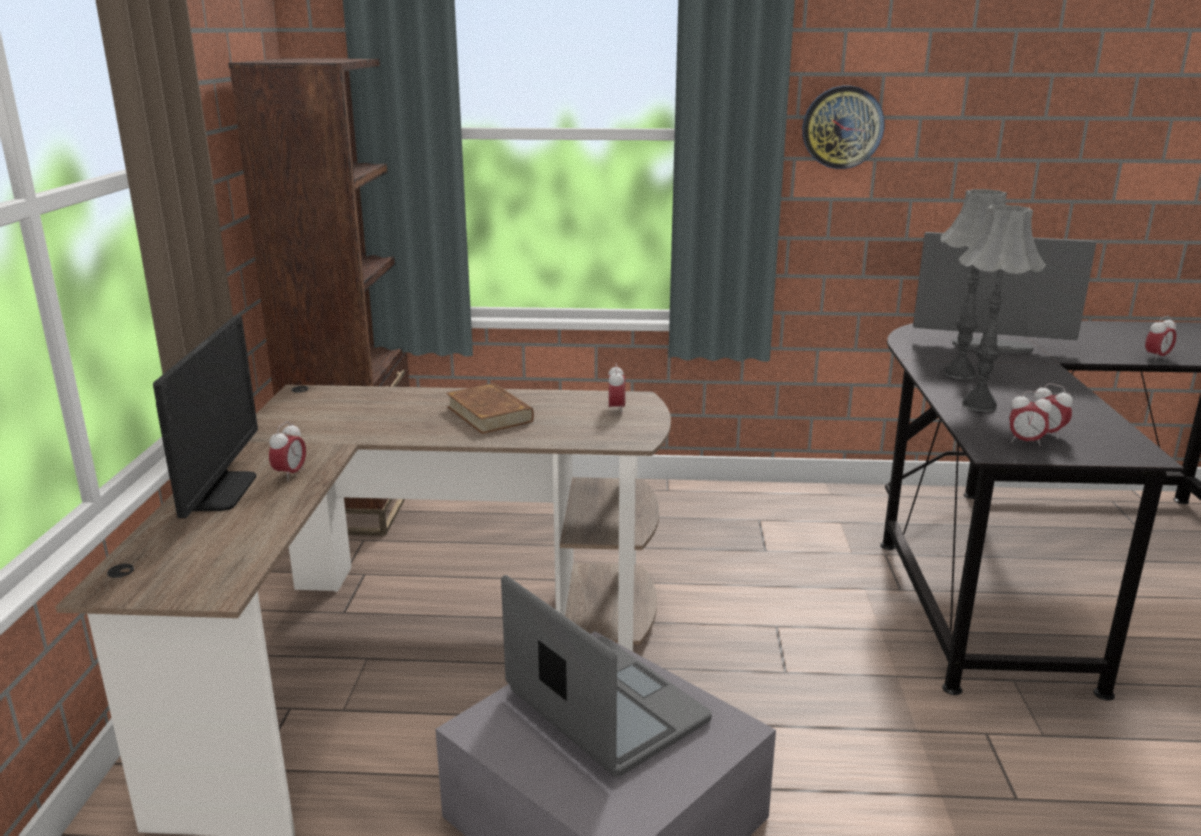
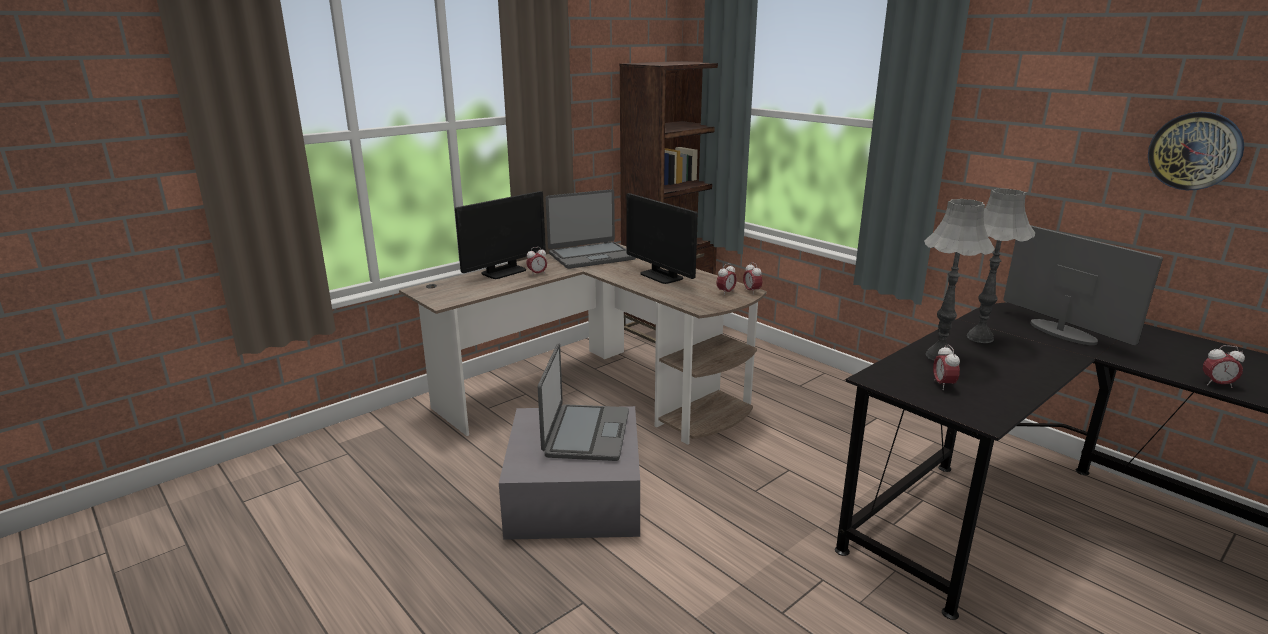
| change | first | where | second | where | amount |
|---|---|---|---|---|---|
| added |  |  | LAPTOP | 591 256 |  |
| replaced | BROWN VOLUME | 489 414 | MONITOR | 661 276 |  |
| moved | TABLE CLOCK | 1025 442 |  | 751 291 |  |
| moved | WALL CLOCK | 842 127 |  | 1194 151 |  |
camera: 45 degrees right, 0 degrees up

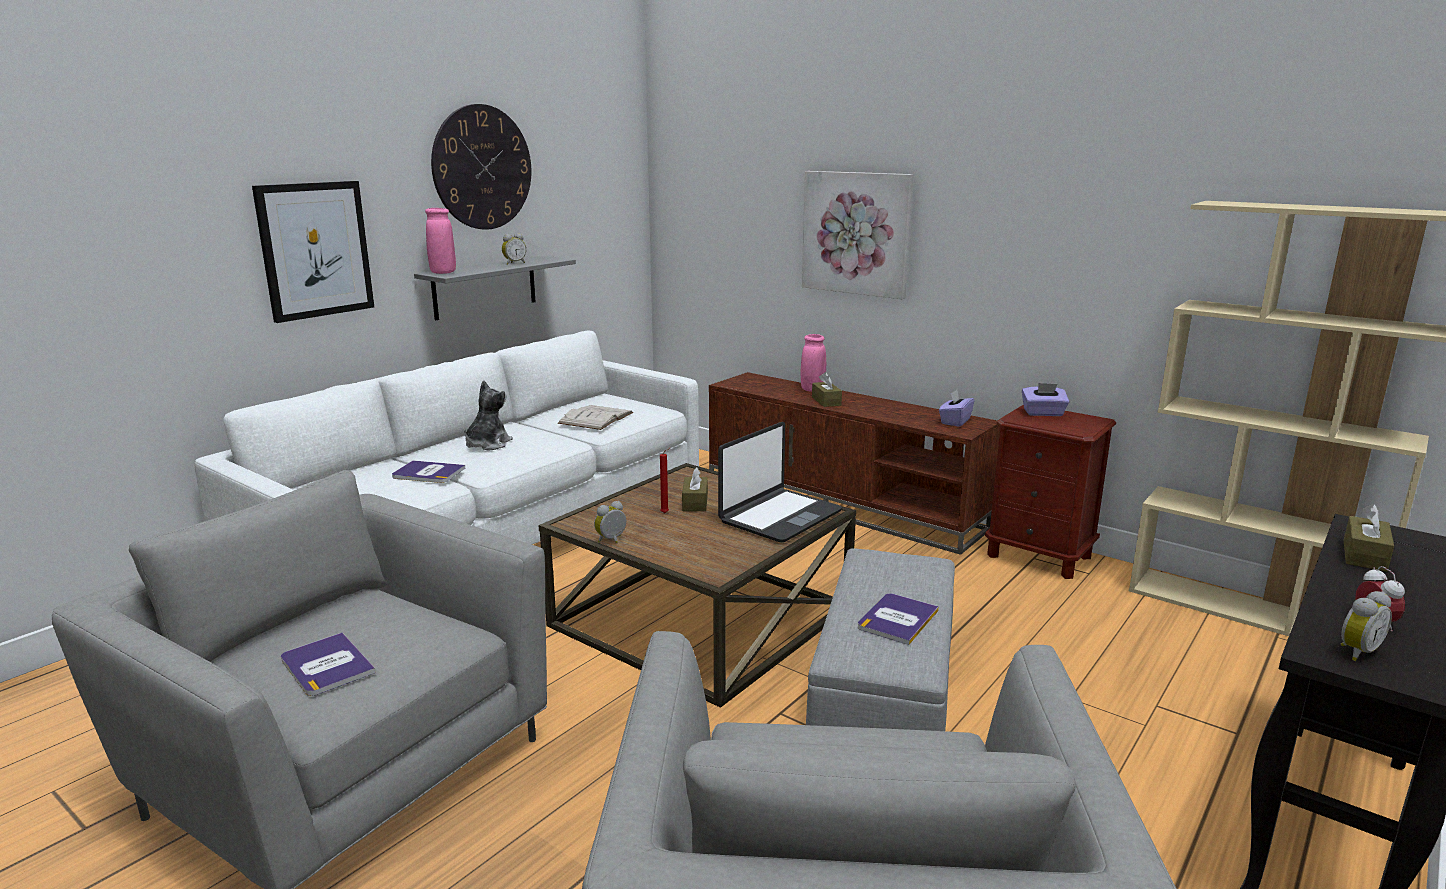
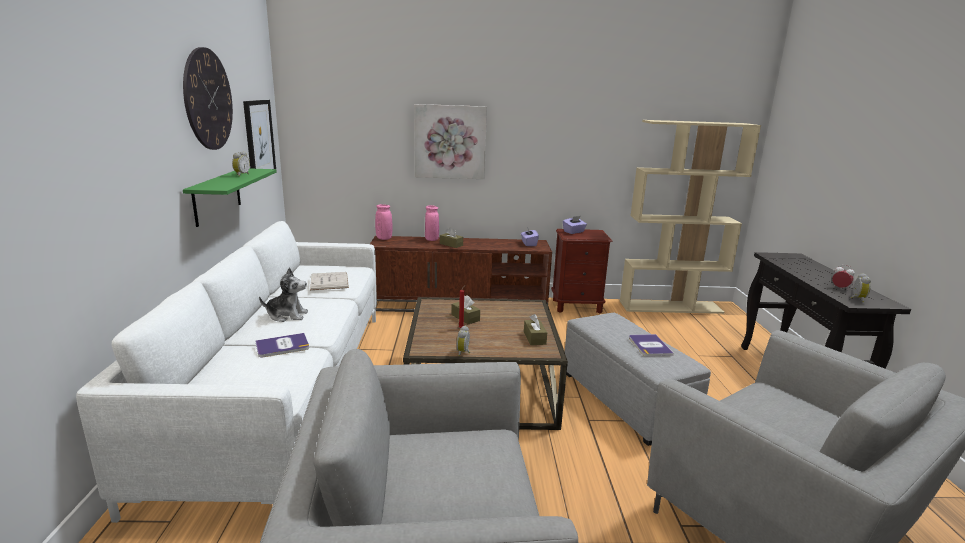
| change | first | where | second | where | amount |
|---|---|---|---|---|---|
| recoloured | GREY SHELF | 485 287 | GREENISH SHELF | 217 196 |  |
| moved | WALL PICTURE | 315 250 |  | 259 138 |  |
| turned | SOFT TOY | 487 444 |  | 287 315 | 105 degrees clockwise |
| moved | PINK-COLOURED VASE | 443 272 |  | 384 238 |  |
| moved | BROWN TISSUE HOLDER | 1364 555 |  | 534 338 |  |
| removed | VOLUME | 327 665 |  |  |  |
| removed | LAPTOP | 779 516 |  |  |  |
camera: 40 degrees left, 0 degrees up

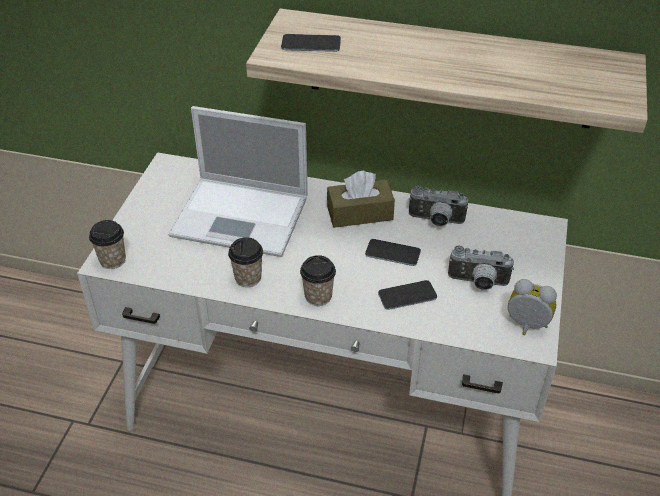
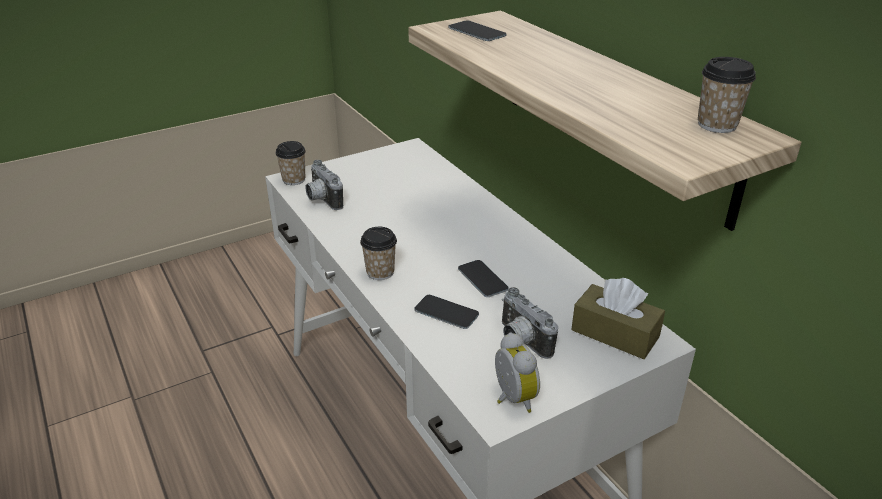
| change | first | where | second | where | amount |
|---|---|---|---|---|---|
| moved | STILL CAMERA | 435 221 |  | 321 200 |  |
| moved | BROWN TISSUE HOLDER | 360 213 |  | 615 333 |  |
| moved | SMALL CUP | 248 278 |  | 717 125 |  |
| removed | LAPTOP | 243 216 |  |  |  |
camera: 45 degrees right, 10 degrees down

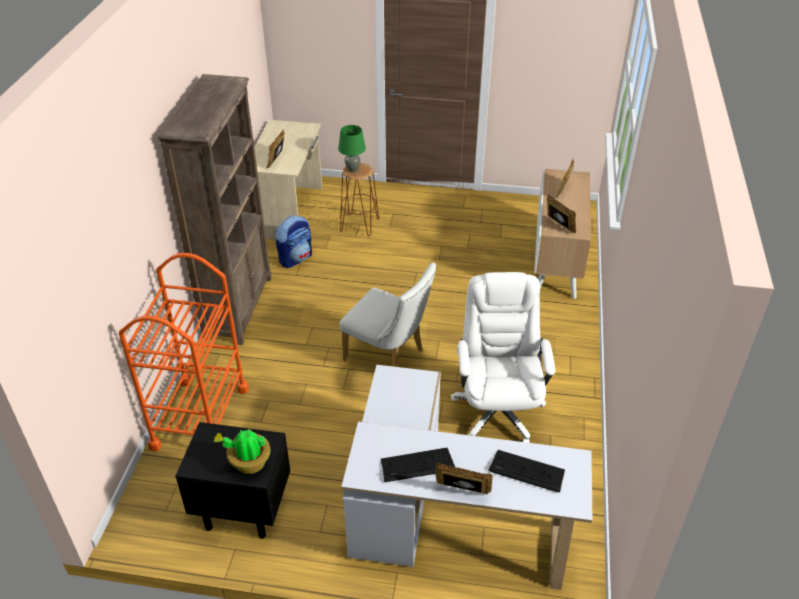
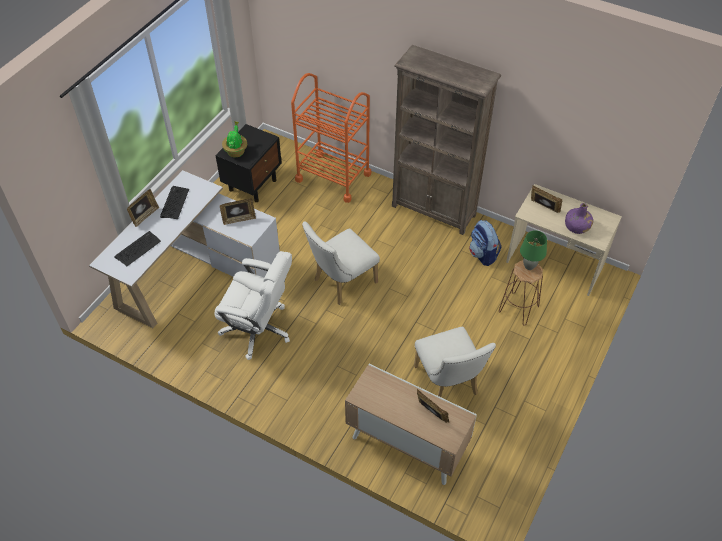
| change | first | where | second | where | amount |
|---|---|---|---|---|---|
| moved | PHOTO FRAME | 558 226 |  | 239 219 |  |
| added |  |  | WHITE-COLOURED UPRIGHT CHAIR | 448 384 |  |
| added |  |  | PURPLISH DRINK BOTTLE | 577 227 |  |
camera: 110 degrees right, 10 degrees up

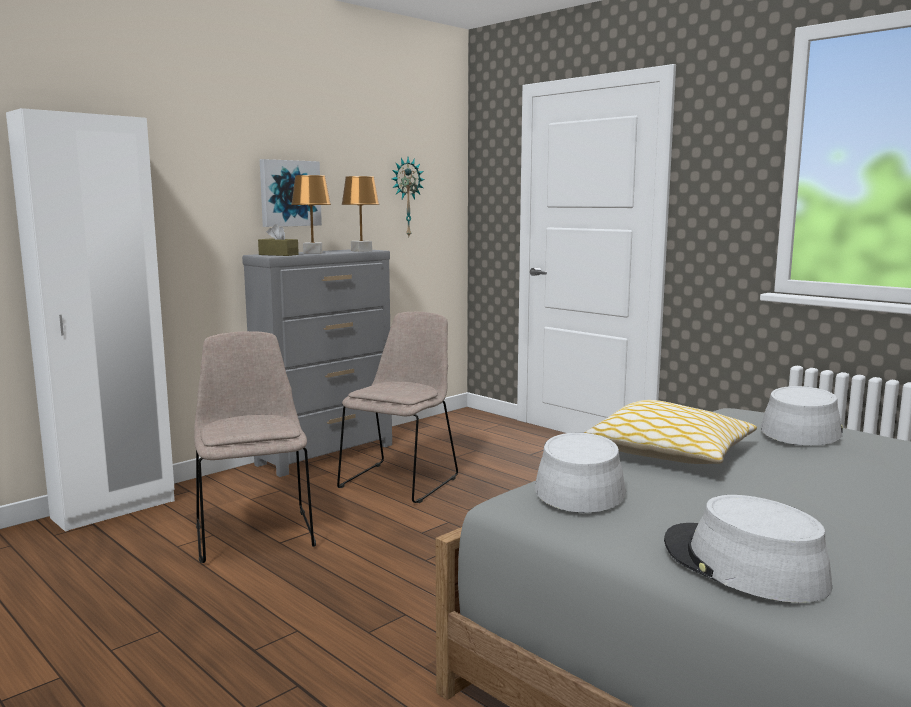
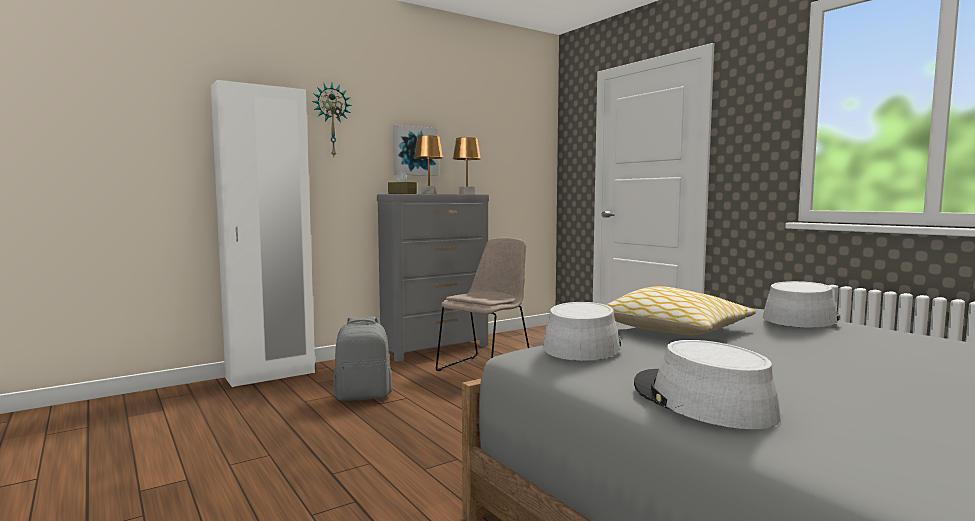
| change | first | where | second | where | amount |
|---|---|---|---|---|---|
| moved | WALL CLOCK | 406 197 |  | 331 120 |  |
| replaced | SAND-COLOURED UPRIGHT CHAIR | 254 532 | GREY BACKPACK | 363 396 |  |
camera: 10 degrees right, 5 degrees down

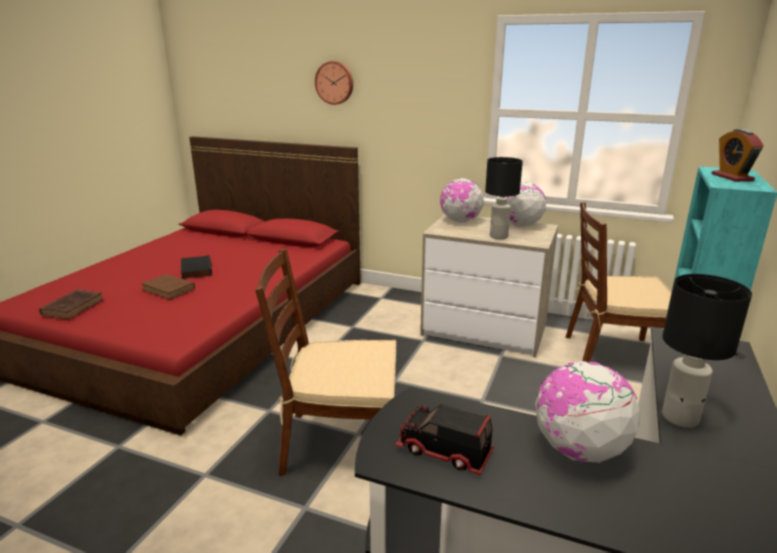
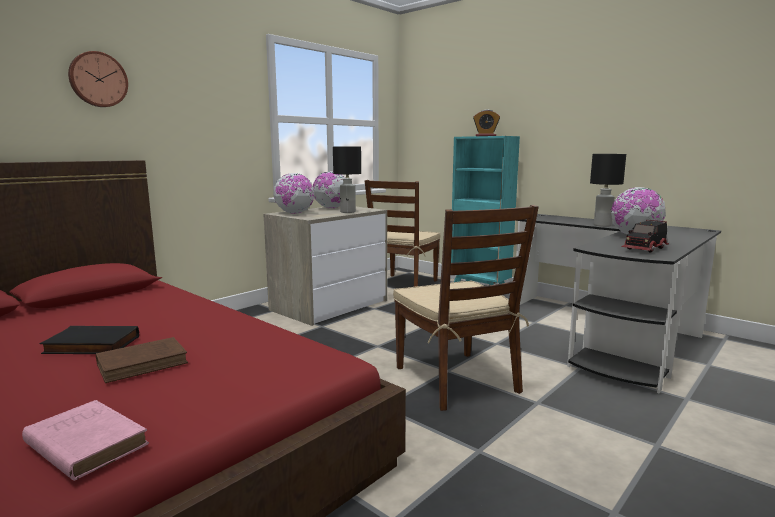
| change | first | where | second | where | amount |
|---|---|---|---|---|---|
| recoloured | BROWN VOLUME | 74 306 | PINK-COLOURED VOLUME | 85 443 |  |
| turned | BROWN UPRIGHT CHAIR | 338 443 |  | 457 380 | 45 degrees counterclockwise |
camera: 70 degrees left, 10 degrees down

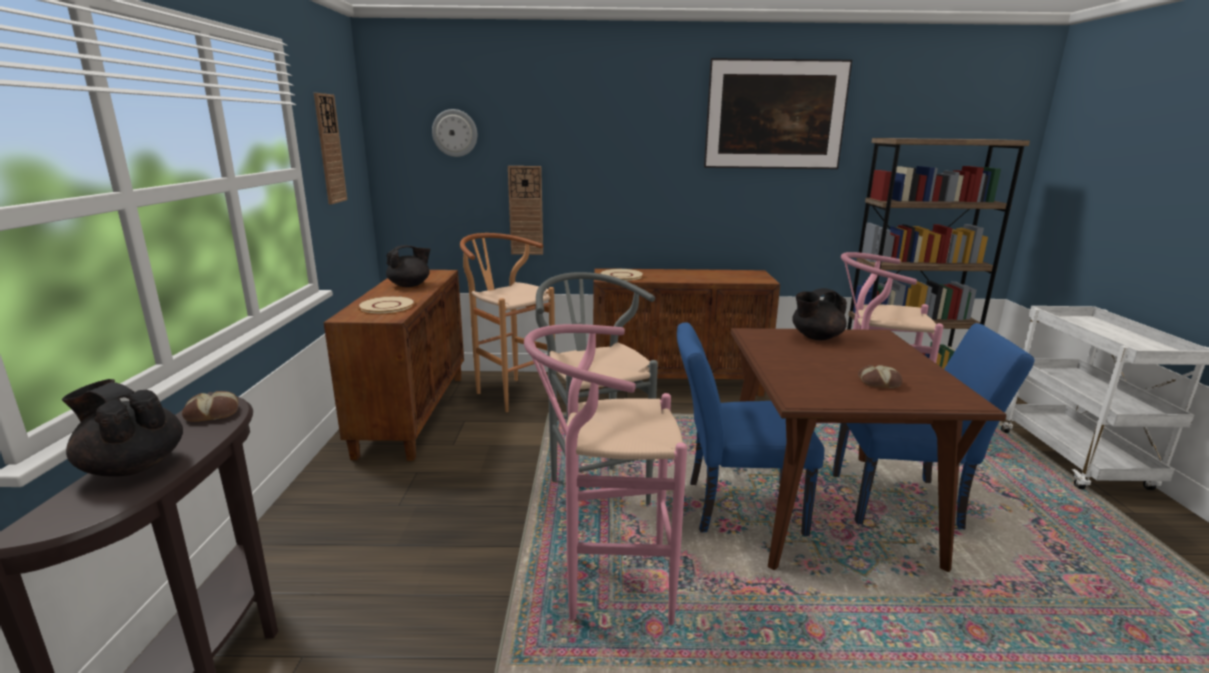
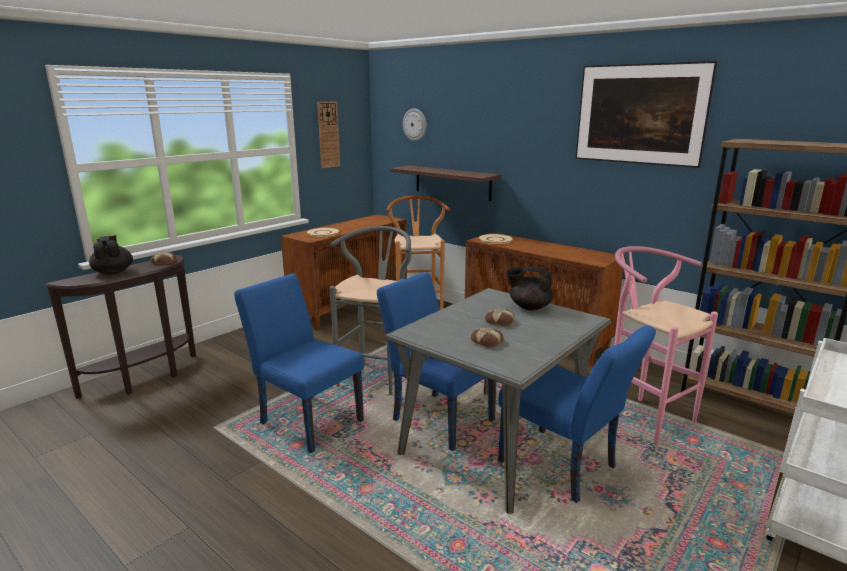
| change | first | where | second | where | amount |
|---|---|---|---|---|---|
| replaced | PINK-COLOURED STOOL SEAT | 606 587 | BLUE-COLOURED UPRIGHT CHAIR | 306 419 |  |
| recoloured | BROWN DINNER TABLE | 823 506 | GREY DINNER TABLE | 496 442 |  |
| replaced | WALL CLOCK | 526 211 | SHELF | 452 182 |  |
| added |  |  | BAKED BREAD | 500 321 |  |
| removed | BLACK-COLOURED POT FOR TEA | 410 285 |  |  |  |
camera: 40 degrees right, 0 degrees up

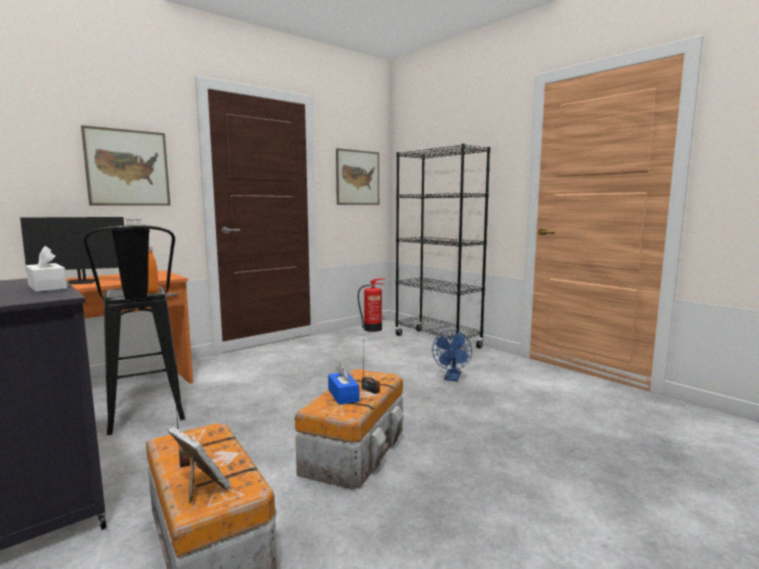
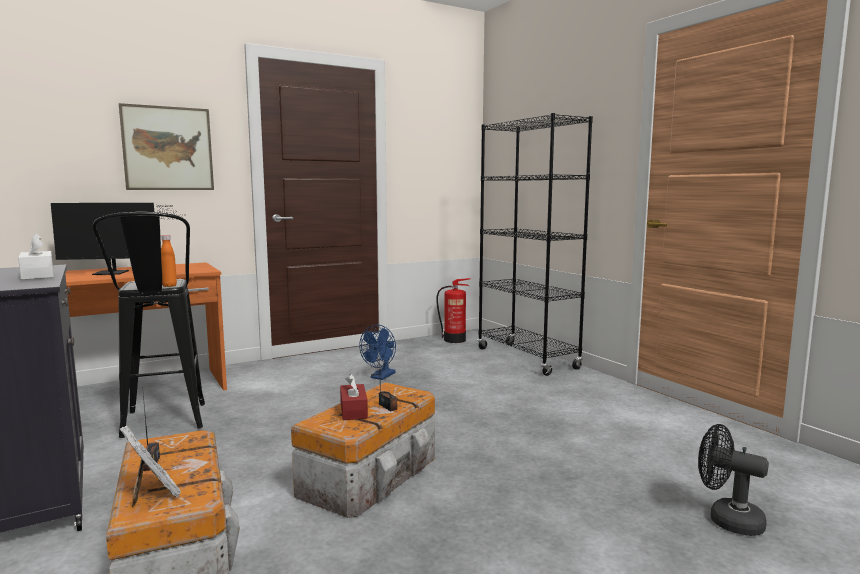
| change | first | where | second | where | amount |
|---|---|---|---|---|---|
| recoloured | BLUE-COLOURED TISSUE HOLDER | 343 395 | REDDISH TISSUE HOLDER | 353 410 |  |
| moved | BLUE-COLOURED FAN | 452 378 |  | 381 377 |  |
| added |  |  | BLACK-COLOURED FAN | 727 519 |  |
| removed | WALL PICTURE | 358 177 |  |  |  |
camera: 10 degrees right, 0 degrees up

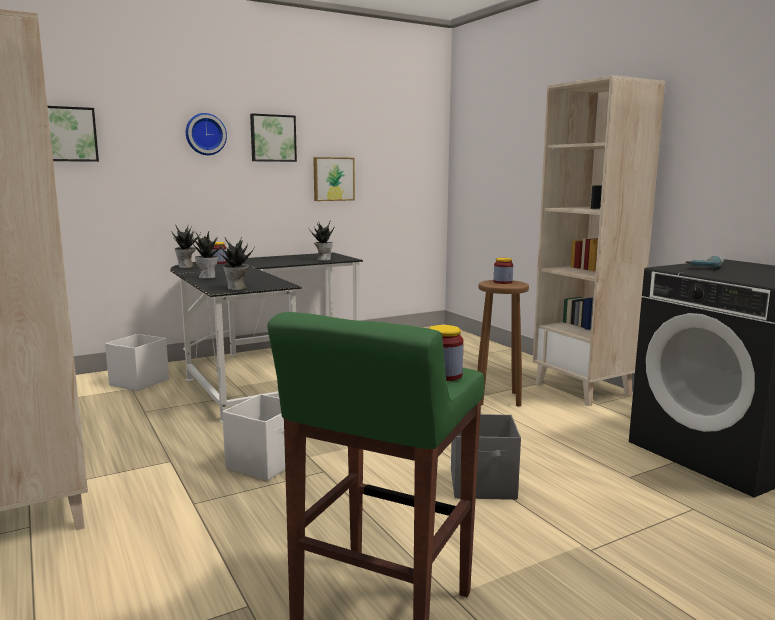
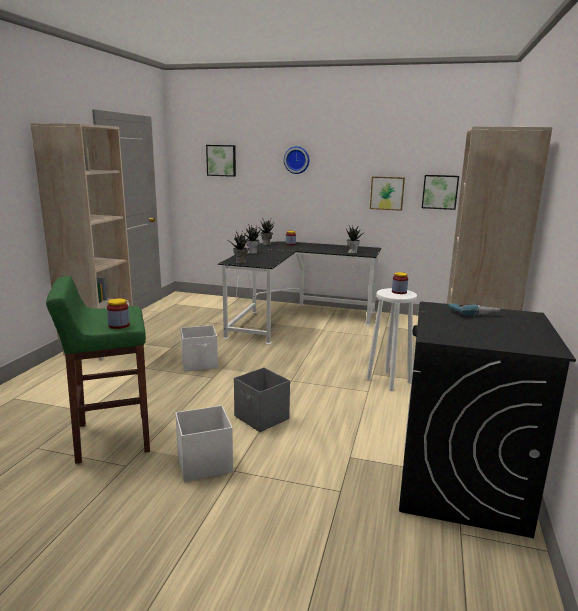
| change | first | where | second | where | amount |
|---|---|---|---|---|---|
| moved | WHITE-COLOURED STORAGE CONTAINER | 138 382 |  | 203 464 |  |
| recoloured | BROWN STOOL SEAT | 498 398 | WHITE-COLOURED STOOL SEAT | 389 381 |  |
| moved | WALL PICTURE | 272 138 |  | 440 192 |  |
camera: 45 degrees right, 5 degrees up

